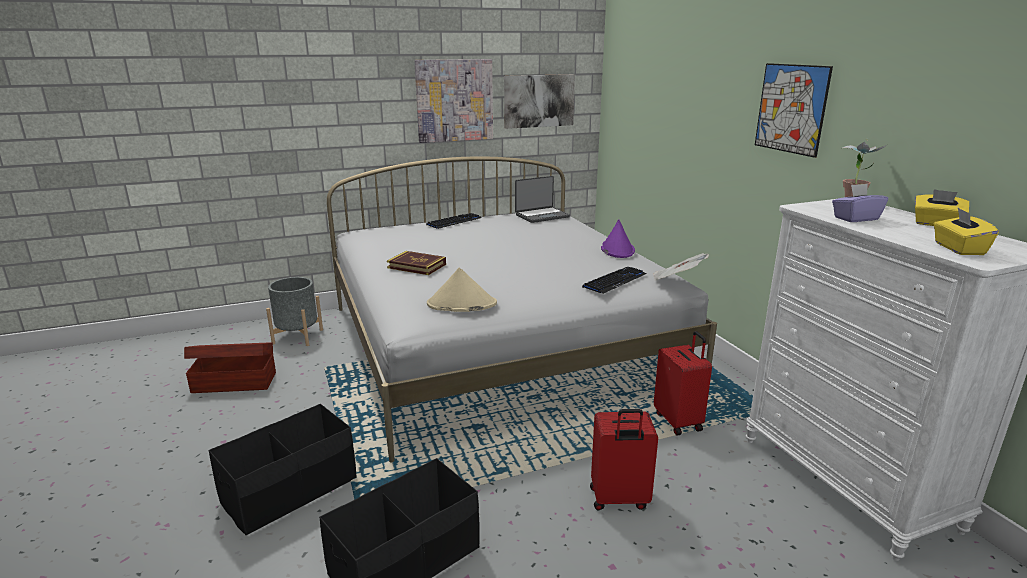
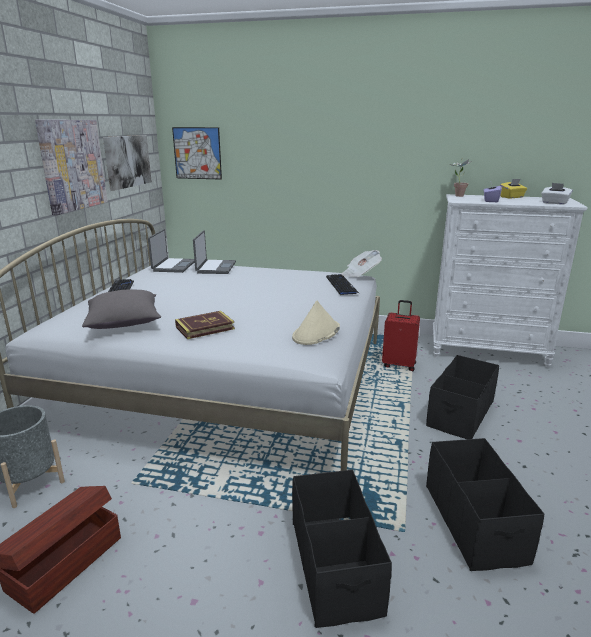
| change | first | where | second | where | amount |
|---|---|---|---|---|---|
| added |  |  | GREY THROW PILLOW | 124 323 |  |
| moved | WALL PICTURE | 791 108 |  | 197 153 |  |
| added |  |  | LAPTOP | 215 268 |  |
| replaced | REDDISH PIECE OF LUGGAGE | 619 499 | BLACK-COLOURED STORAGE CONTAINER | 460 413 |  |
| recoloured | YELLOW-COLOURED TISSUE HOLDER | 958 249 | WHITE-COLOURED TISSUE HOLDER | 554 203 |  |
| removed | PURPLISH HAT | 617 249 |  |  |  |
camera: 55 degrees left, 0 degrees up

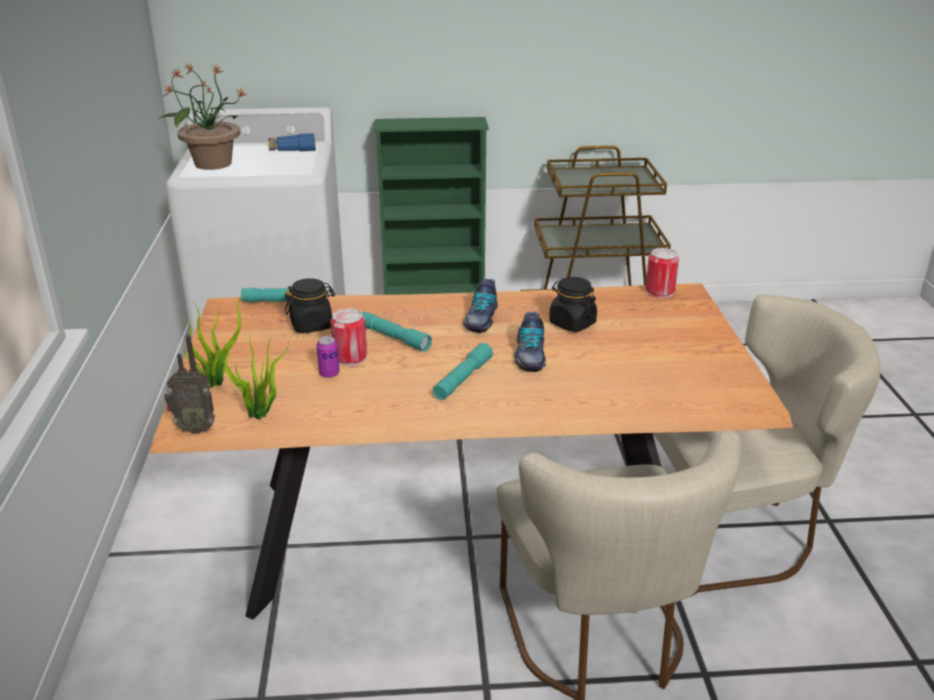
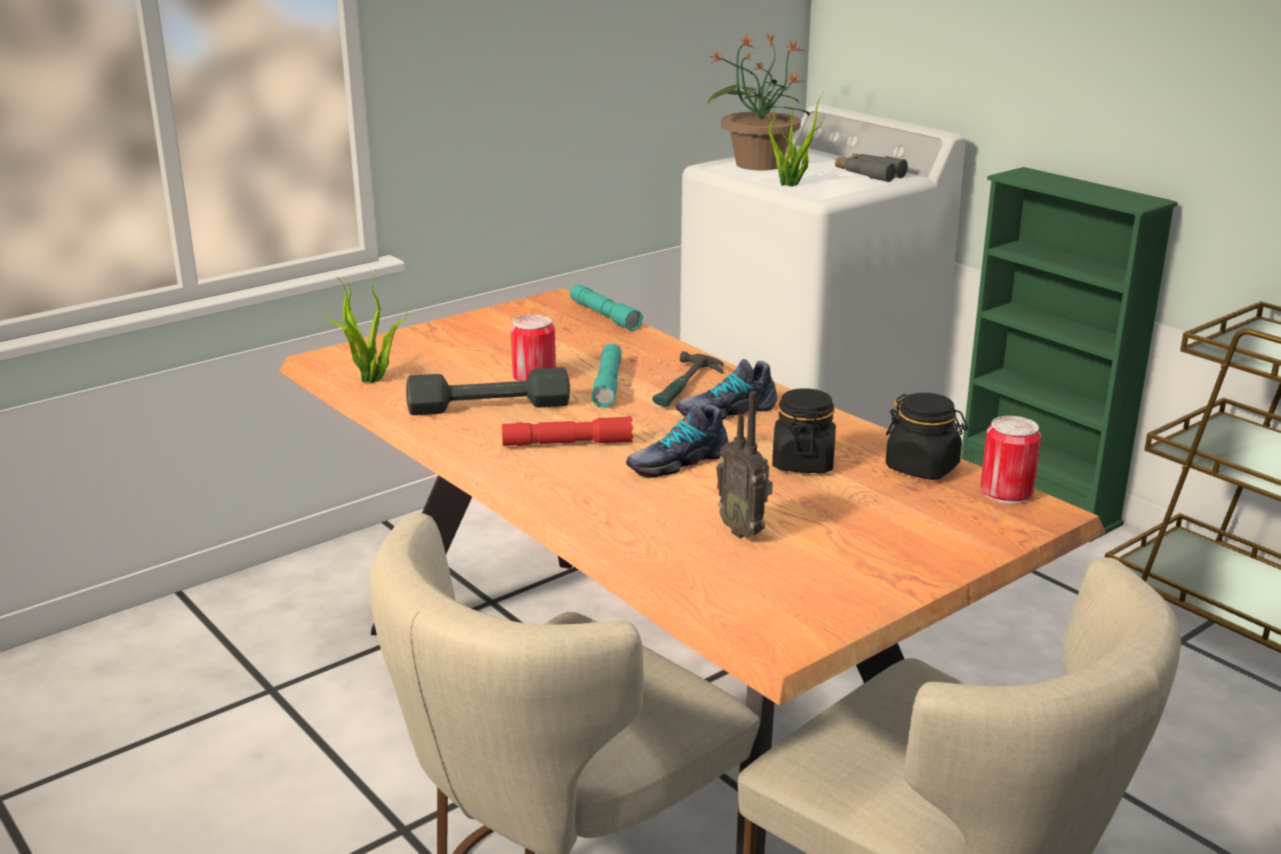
| change | first | where | second | where | amount |
|---|---|---|---|---|---|
| added |  |  | GREY HAND WEIGHT | 489 406 |  |
| recoloured | TURQUOISE TORCH | 463 379 | REDDISH TORCH | 567 443 |  |
| added |  |  | HAMMER | 685 387 |  |
| moved | RADIO SET | 195 428 |  | 744 531 |  |
| moved | POTTED PLANT | 217 382 |  | 792 184 |  |
| recoloured | BLUE-COLOURED FIELD GLASSES | 292 149 | GREY FIELD GLASSES | 869 174 |  |
| moved | BLACK-COLOURED JAR | 312 325 |  | 922 467 |  |
| removed | SEALED CAN | 329 373 |  |  |  |
camera: 55 degrees right, 5 degrees down

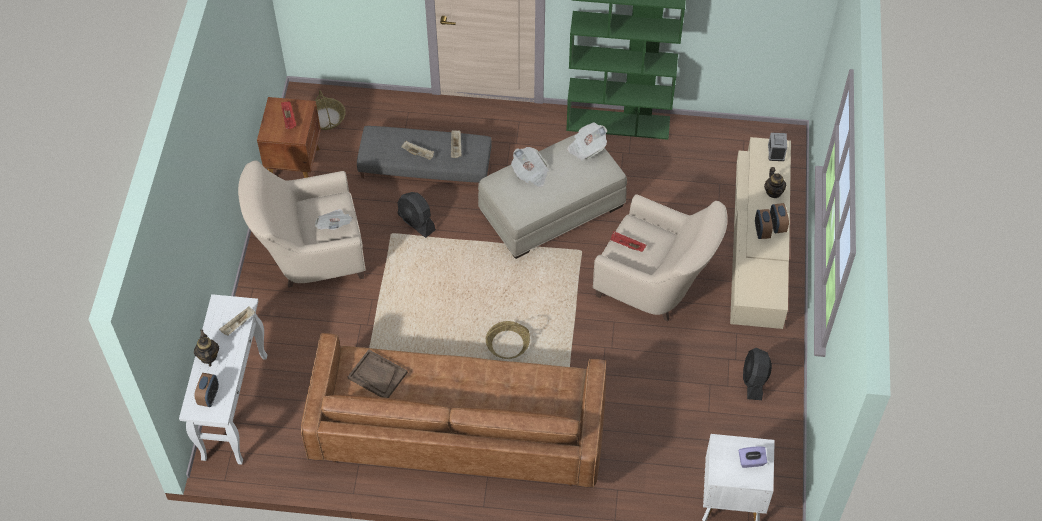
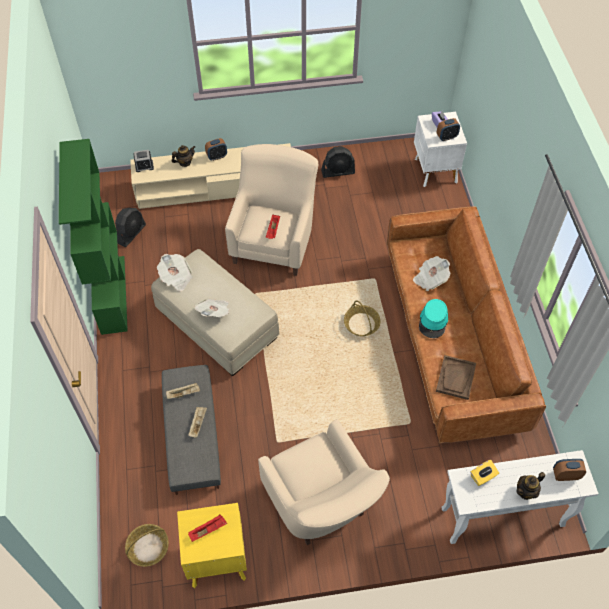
| change | first | where | second | where | amount |
|---|---|---|---|---|---|
| moved | BLACK-COLOURED FAN | 416 222 |  | 131 233 |  |
| recoloured | BROWN NIGHTSTAND | 295 164 | YELLOW-COLOURED NIGHTSTAND | 216 559 |  |
| moved | NEWSPAPER | 334 225 |  | 430 279 |  |
| added |  |  | TURQUOISE HAT | 433 321 |  |
| moved | TABLE CLOCK | 761 231 |  | 446 137 |  |
| replaced | SAND-COLOURED SERVING TRAY | 238 325 | YELLOW-COLOURED TISSUE HOLDER | 483 476 |  |
camera: 105 degrees left, 0 degrees up

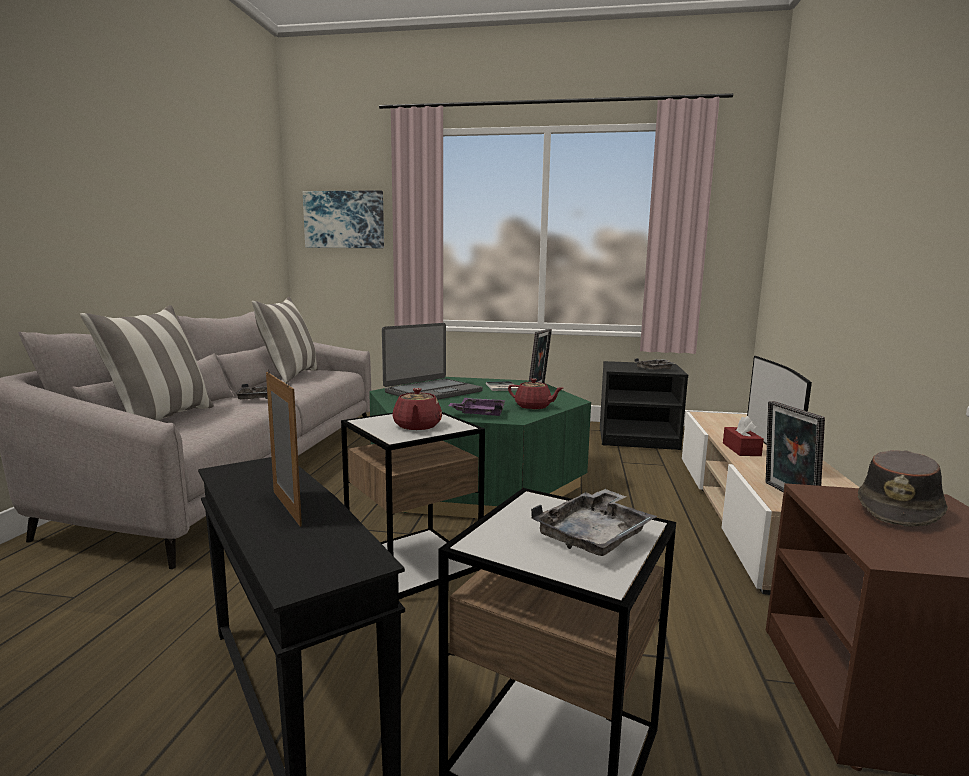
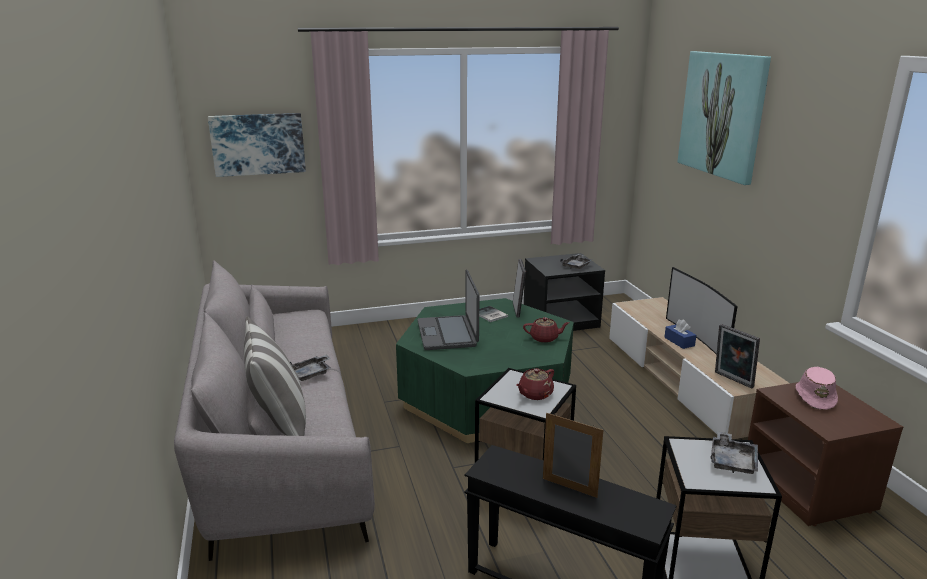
| change | first | where | second | where | amount |
|---|---|---|---|---|---|
| turned | LAPTOP | 432 392 |  | 448 334 | 150 degrees clockwise |
| turned | REDDISH POT FOR TEA | 417 426 |  | 535 394 | 75 degrees clockwise |
| recoloured | REDDISH TISSUE HOLDER | 741 449 | BLUE-COLOURED TISSUE HOLDER | 679 341 |  |
| added |  |  | WALL PICTURE | 723 115 |  |
| recoloured | BROWN HAT | 900 511 | PINK-COLOURED HAT | 815 397 |  |
| removed | THROW PILLOW | 290 376 |  |  |  |
| removed | PURPLISH SERVING TRAY | 479 413 |  |  |  |
camera: 25 degrees left, 10 degrees up

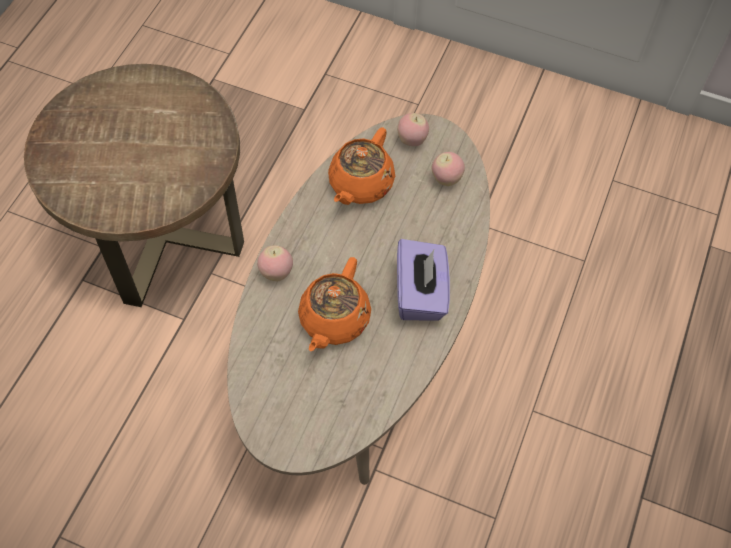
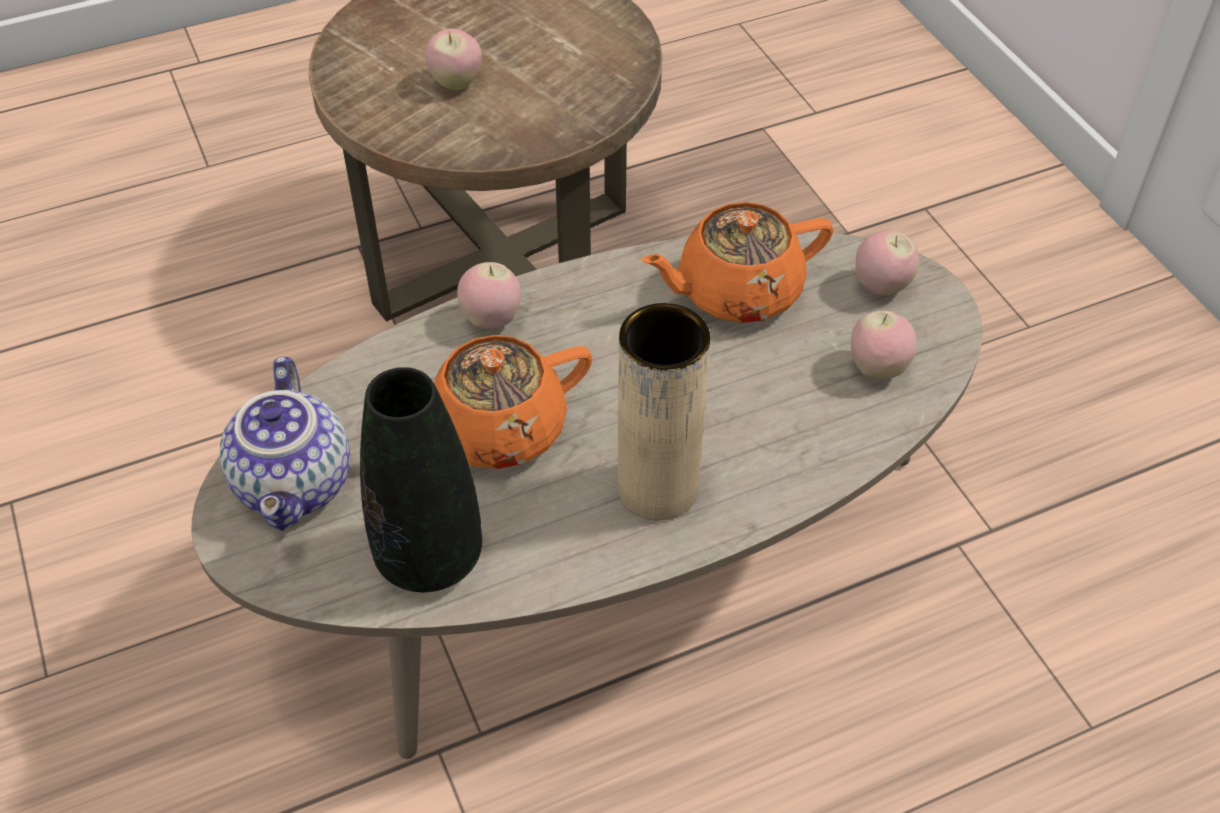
| change | first | where | second | where | amount |
|---|---|---|---|---|---|
| added |  |  | POT FOR TEA | 297 485 |  |
| added |  |  | BLACK-COLOURED VASE | 429 557 |  |
| added |  |  | APPLE | 455 83 |  |
| replaced | PURPLISH TISSUE HOLDER | 420 294 | SAND-COLOURED VASE | 657 489 |  |
camera: 45 degrees right, 10 degrees down

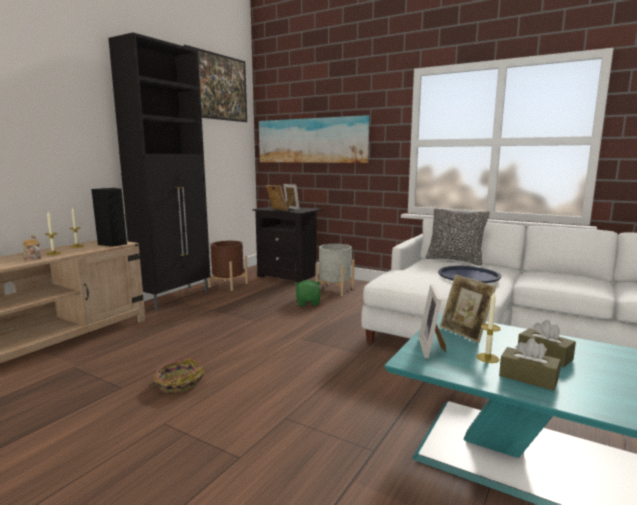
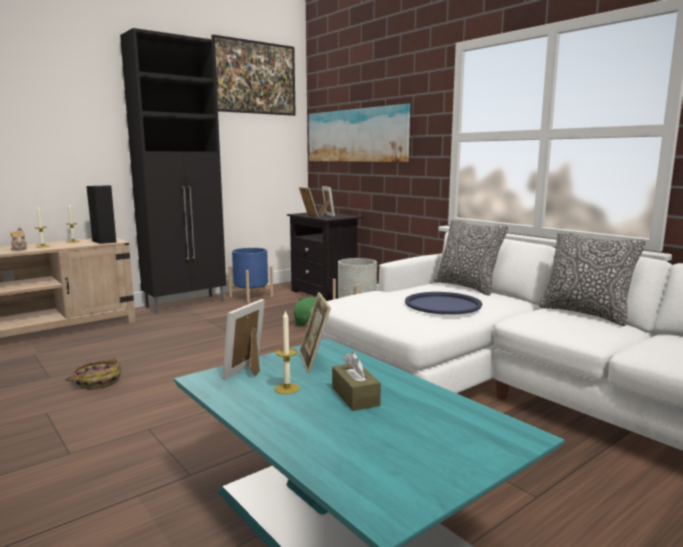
| change | first | where | second | where | amount |
|---|---|---|---|---|---|
| recoloured | BROWN PLANT POT | 228 285 | BLUE-COLOURED PLANT POT | 251 297 |  |
| added |  |  | THROW PILLOW | 585 314 |  |
| removed | BROWN TISSUE HOLDER | 528 377 |  |  |  |
camera: 20 degrees right, 0 degrees up

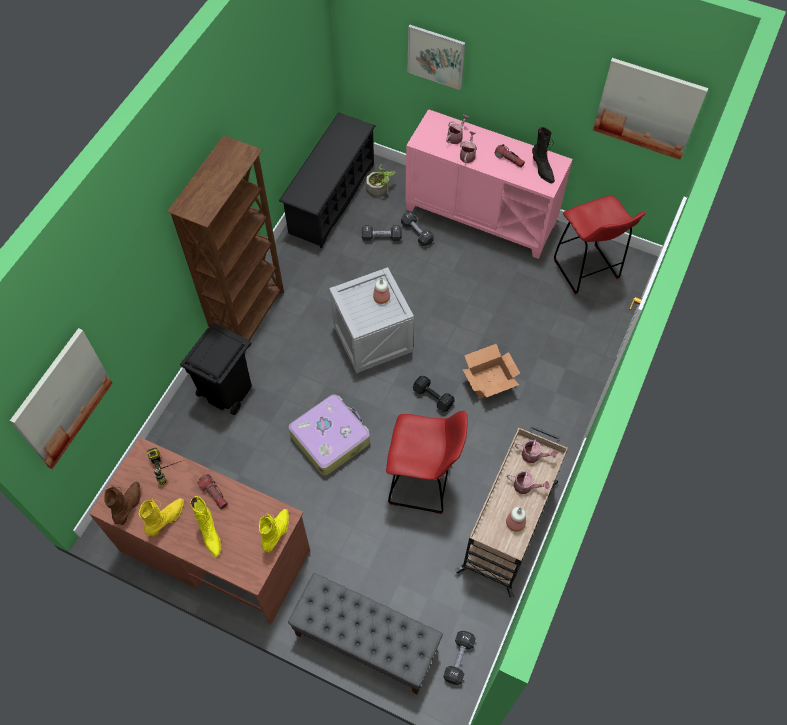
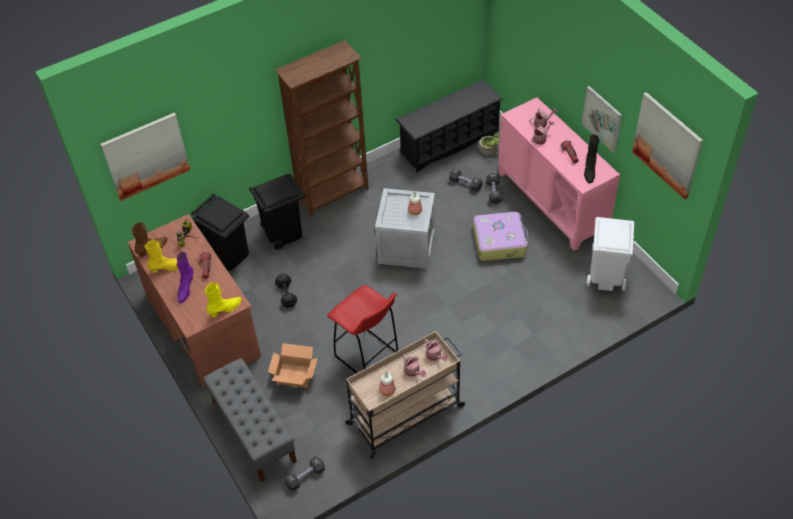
| change | first | where | second | where | amount |
|---|---|---|---|---|---|
| recoloured | YELLOW-COLOURED BOOT | 210 534 | PURPLISH BOOT | 186 289 |  |
| added |  |  | BLACK-COLOURED RUBBISH BIN | 229 255 |  |
| moved | CARDBOARD BOX | 490 381 |  | 295 375 |  |
| moved | BLACK-COLOURED HAND WEIGHT | 433 398 |  | 286 295 |  |
| moved | PIECE OF LUGGAGE | 330 438 |  | 500 241 |  |
| moved | WALL PICTURE | 436 56 |  | 602 118 |  |
| replaced | REDDISH STOOL SEAT | 586 271 | WHITE-COLOURED RUBBISH BIN | 605 276 |  |
camera: 35 degrees right, 10 degrees down

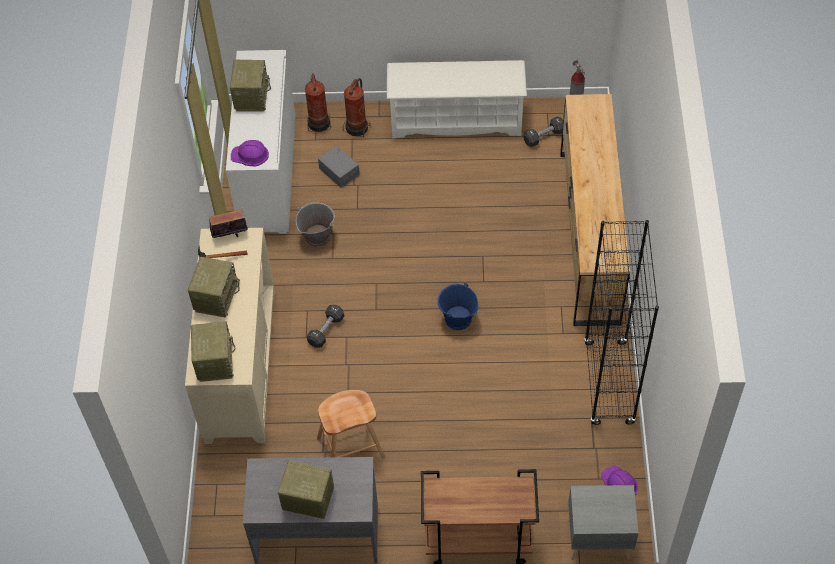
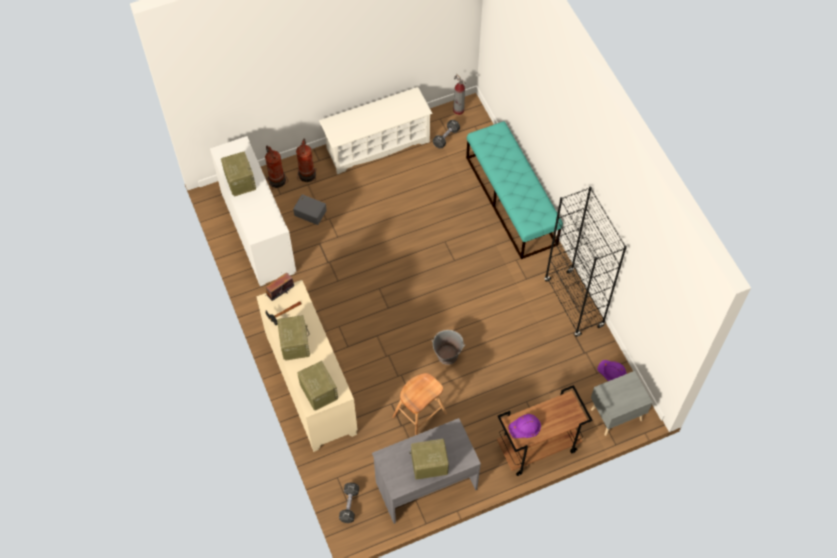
| change | first | where | second | where | amount |
|---|---|---|---|---|---|
| moved | BLACK-COLOURED HAND WEIGHT | 326 330 |  | 349 505 |  |
| moved | GREY BUCKET | 317 236 |  | 447 355 |  |
| replaced | BROWN DRESSER | 588 235 | TURQUOISE LONG SEAT | 511 201 |  |
| moved | PURPLISH HARD HAT | 250 155 |  | 525 427 |  |
| removed | BLUE-COLOURED BUCKET | 457 319 |  |  |  |
camera: 25 degrees left, 5 degrees up

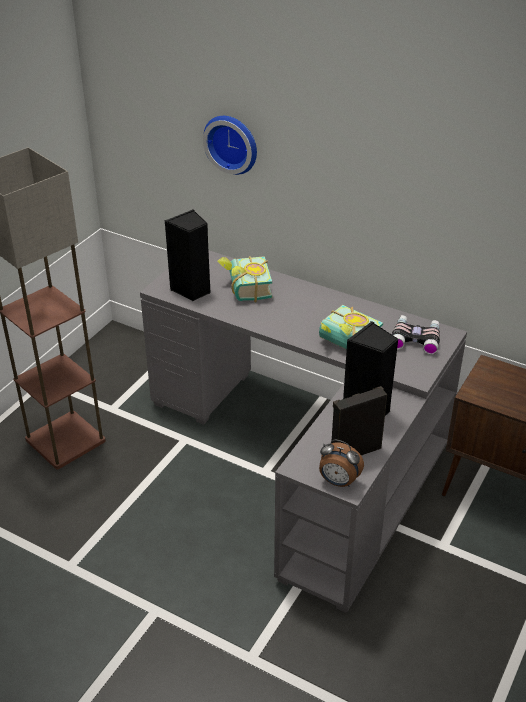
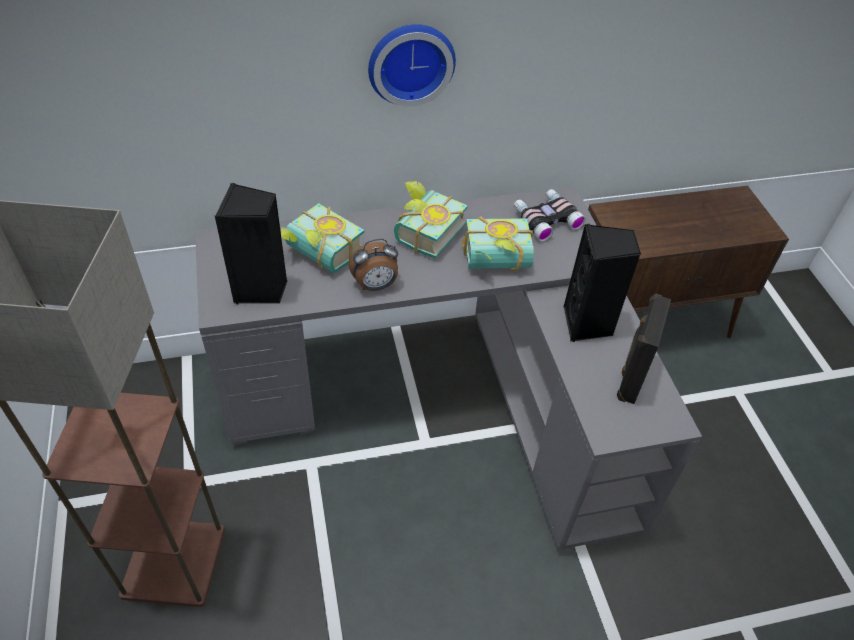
| change | first | where | second | where | amount |
|---|---|---|---|---|---|
| moved | TABLE CLOCK | 338 482 |  | 375 286 |  |
| moved | WALL CLOCK | 232 143 |  | 410 62 |  |
| added |  |  | VOLUME | 424 232 |  |
camera: 45 degrees left, 10 degrees up

